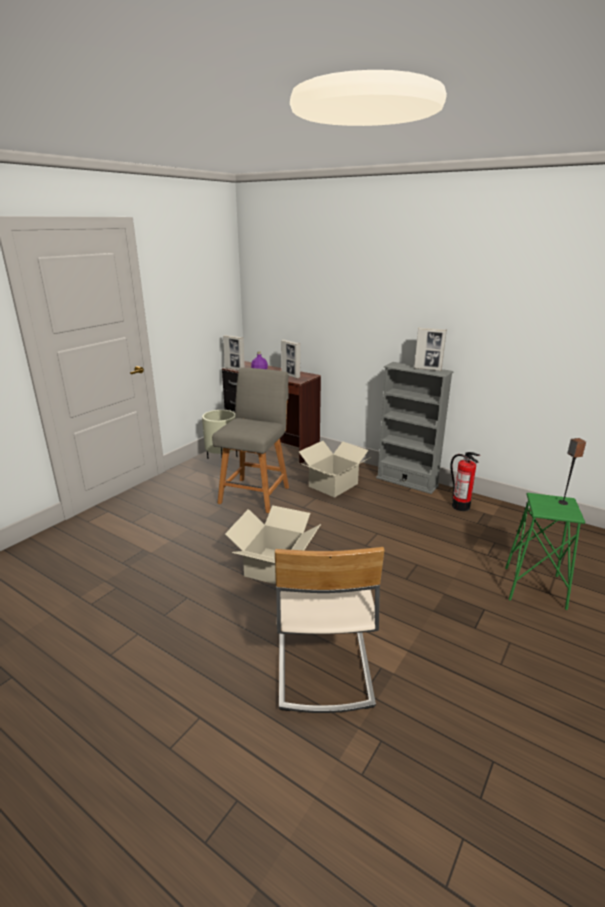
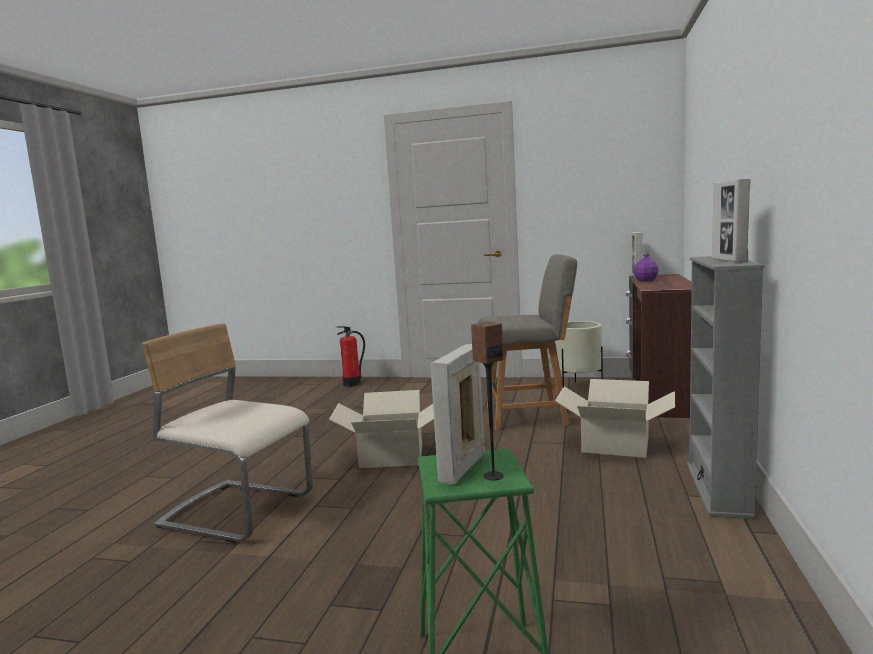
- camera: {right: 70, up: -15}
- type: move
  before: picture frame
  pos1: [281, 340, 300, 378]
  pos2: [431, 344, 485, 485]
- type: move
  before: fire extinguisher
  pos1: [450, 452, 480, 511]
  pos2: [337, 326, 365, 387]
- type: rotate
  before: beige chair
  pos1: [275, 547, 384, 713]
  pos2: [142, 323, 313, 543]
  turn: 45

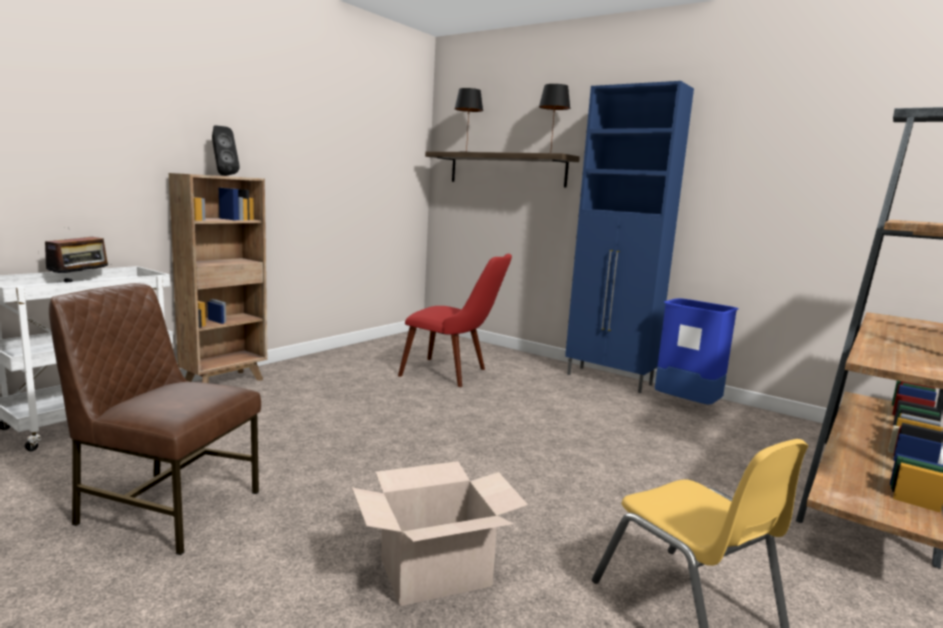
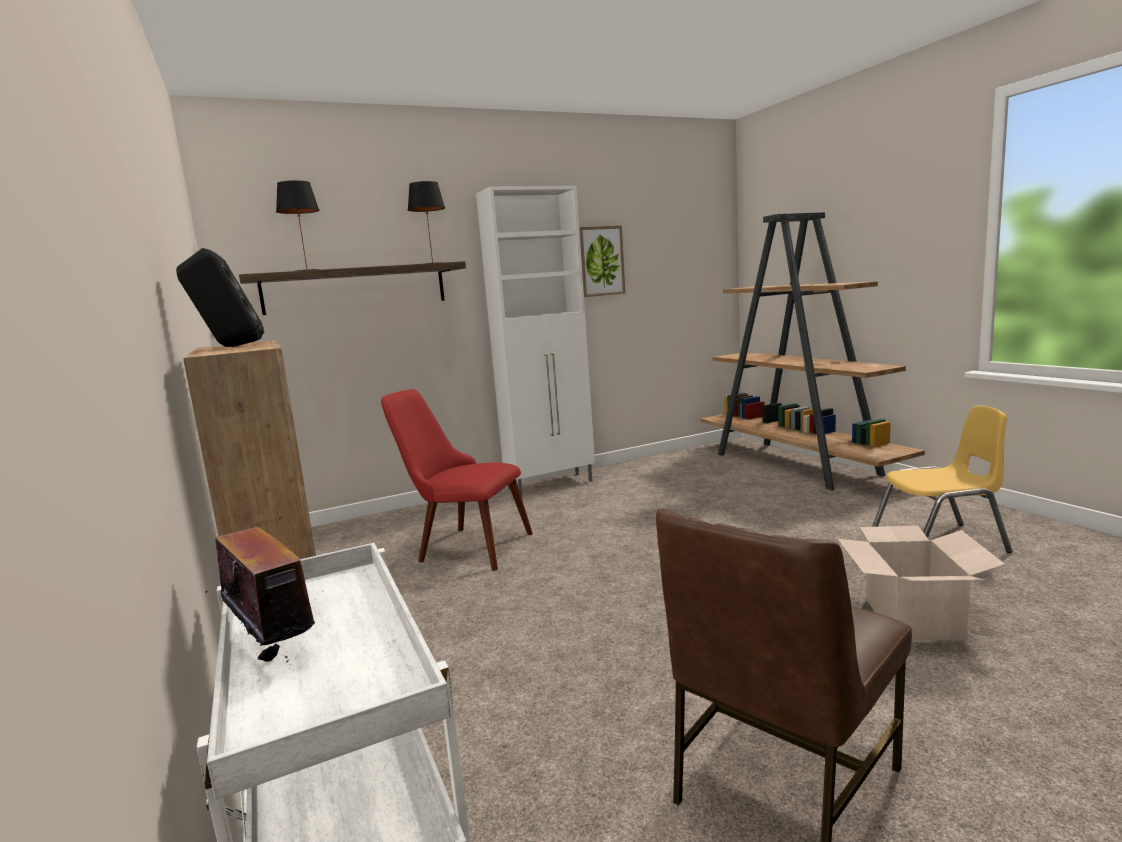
- camera: {right: -60, up: 0}
- type: recolor
  before: blue cabinet
  after: white cabinet
  pos1: [565, 81, 694, 393]
  pos2: [476, 186, 595, 497]
- type: rotate
  before: red chair
  pos1: [398, 254, 512, 387]
  pos2: [381, 389, 533, 571]
  turn: -120
- type: delete
  before: blue trash can
  pos1: [655, 298, 738, 404]
- type: insert
  after: picture
  pos2: [579, 226, 625, 297]

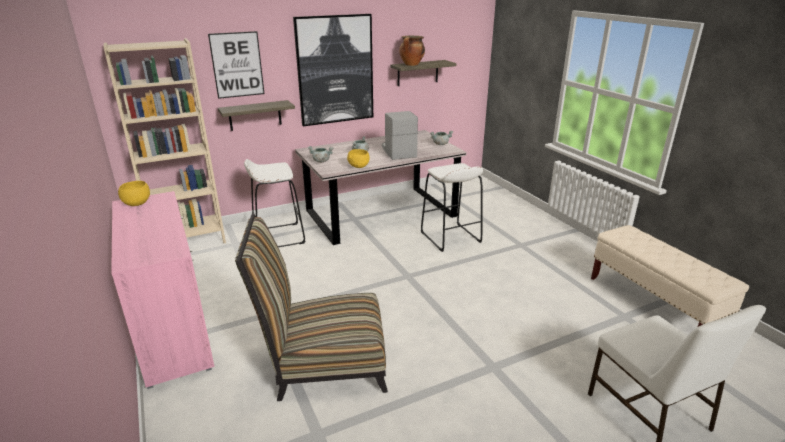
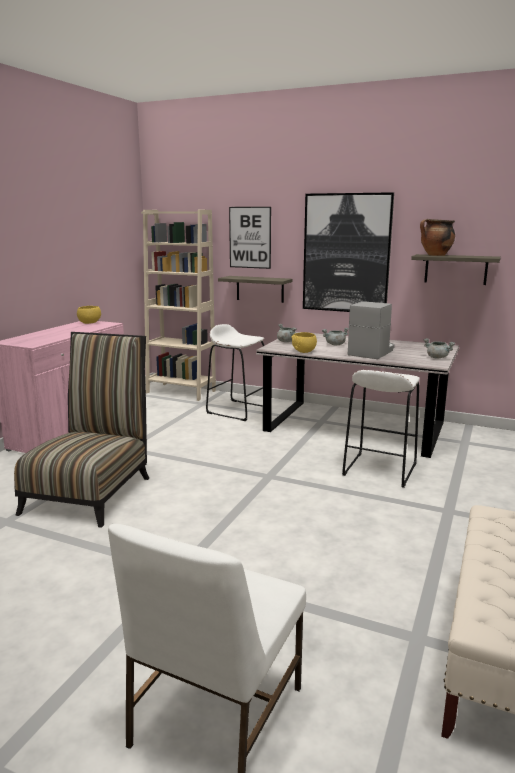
- camera: {right: 50, up: -10}
- type: rotate
  before: chair
  pos1: [235, 214, 388, 401]
  pos2: [14, 332, 149, 528]
  turn: 60

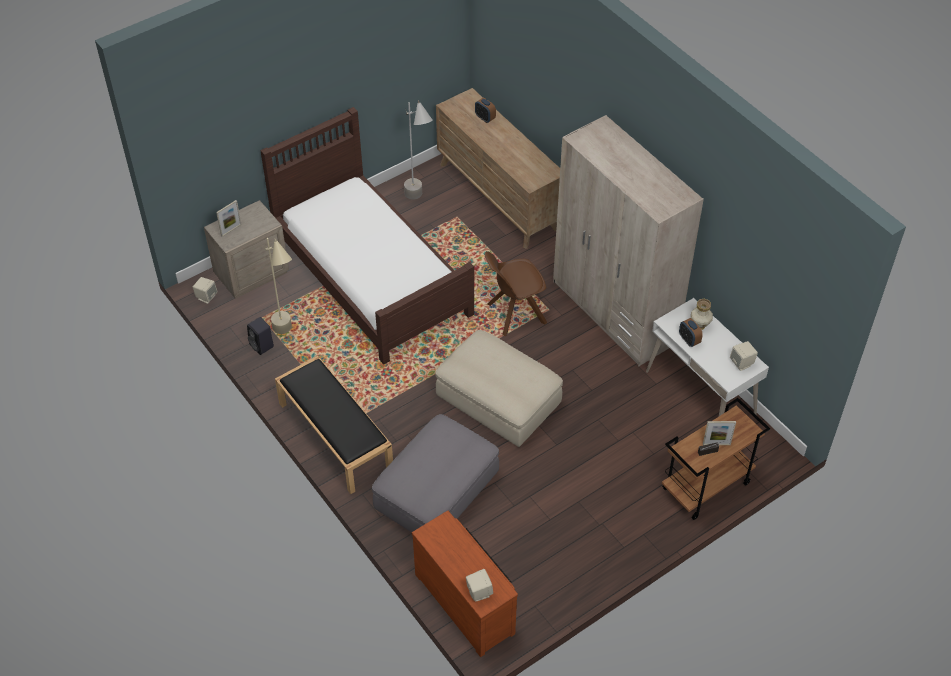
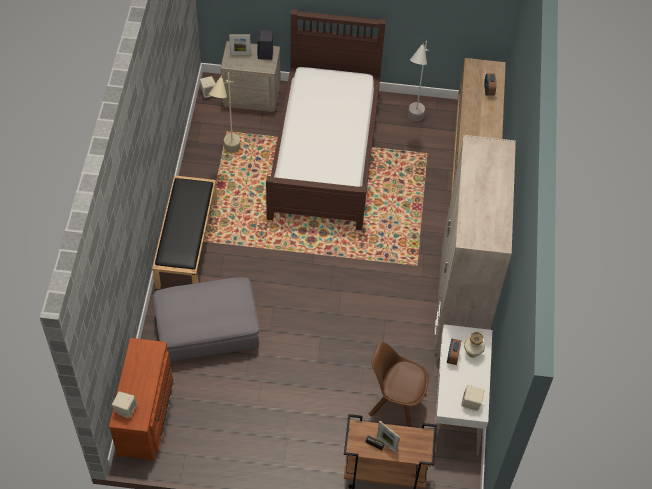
- camera: {right: 40, up: 5}
- type: move
  before: brown chair
  pos1: [485, 251, 547, 336]
  pos2: [369, 342, 428, 427]
- type: move
  before: black speaker
  pos1: [247, 317, 274, 355]
  pos2: [257, 30, 273, 60]
- type: delete
  before: beige ottoman
  pos1: [436, 330, 563, 447]

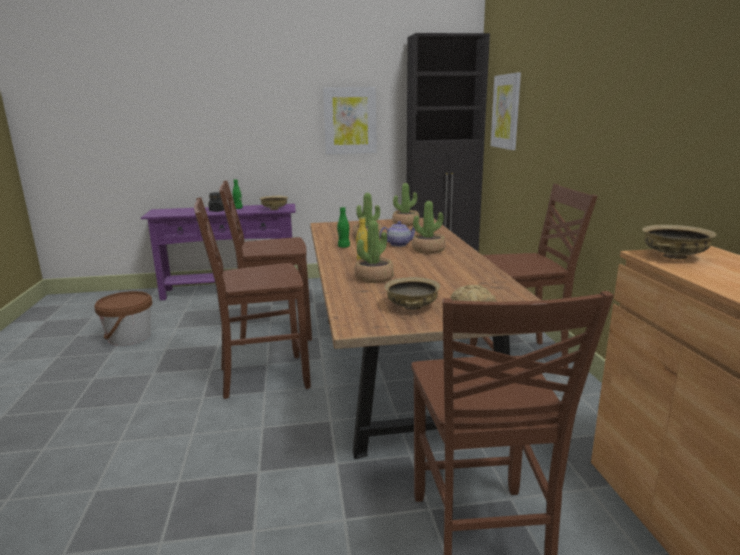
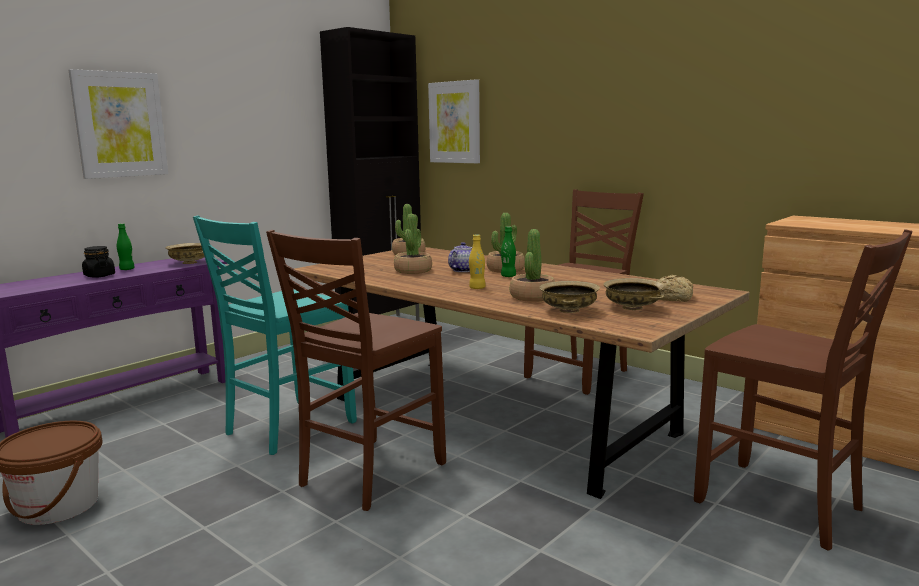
- camera: {right: -40, up: -5}
- type: move
  before: picture
  pos1: [323, 87, 377, 155]
  pos2: [69, 69, 168, 179]
- type: recolor
  before: brown chair
  after: turquoise chair
  pos1: [219, 180, 312, 345]
  pos2: [193, 215, 357, 455]
- type: move
  before: green bottle
  pos1: [337, 207, 350, 248]
  pos2: [501, 226, 516, 277]
- type: move
  before: beige bowl
  pos1: [642, 225, 717, 259]
  pos2: [539, 281, 600, 313]

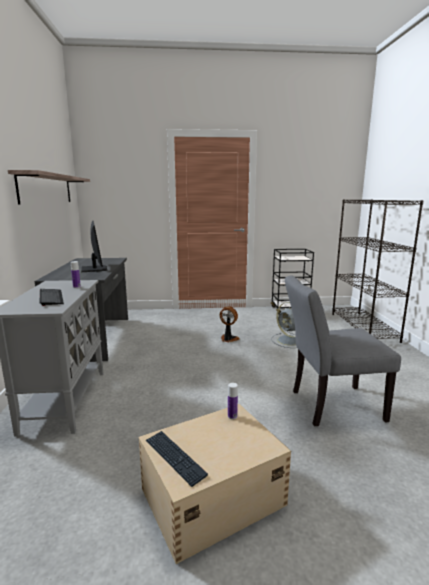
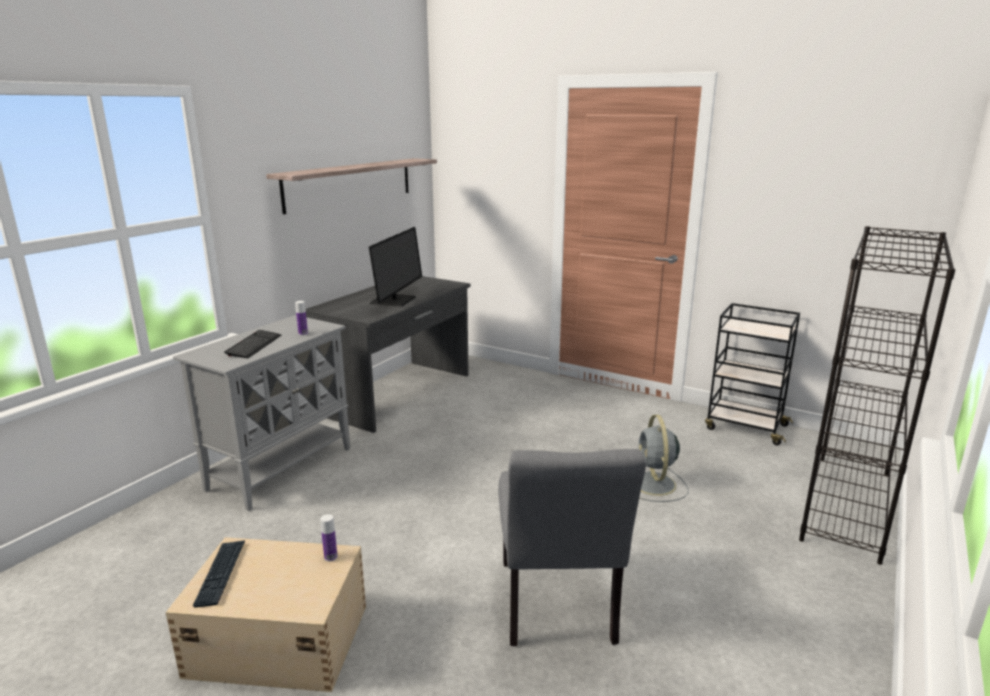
- camera: {right: 35, up: 5}
- type: rotate
  before: grey chair
  pos1: [285, 276, 401, 426]
  pos2: [498, 449, 646, 646]
  turn: -120
- type: delete
  before: fan
  pos1: [220, 306, 240, 342]

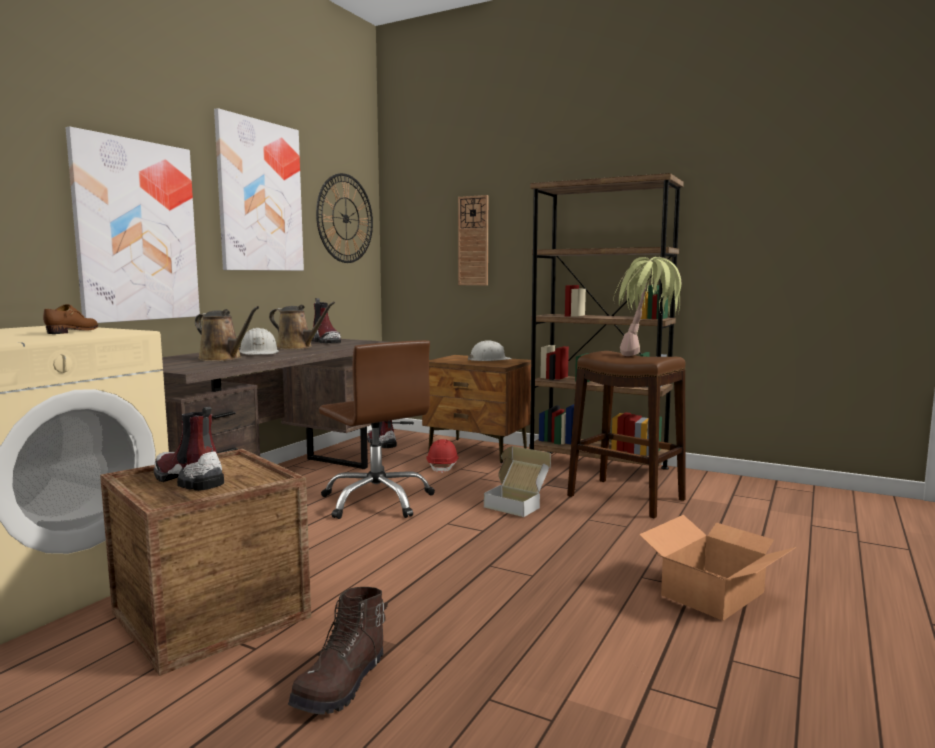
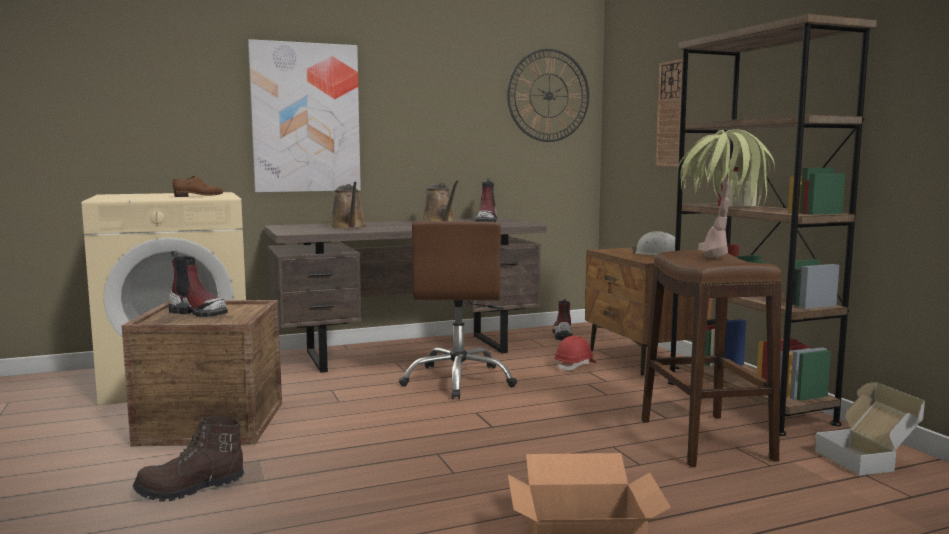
- camera: {right: 40, up: 0}
- type: delete
  before: picture
  pos1: [214, 108, 304, 271]
- type: delete
  before: white hard hat
  pos1: [239, 328, 279, 355]
- type: rotate
  before: boot
  pos1: [154, 407, 224, 491]
  pos2: [168, 250, 228, 317]
  turn: 135
- type: move
  before: cardboard box
  pos1: [484, 446, 551, 517]
  pos2: [815, 382, 925, 476]

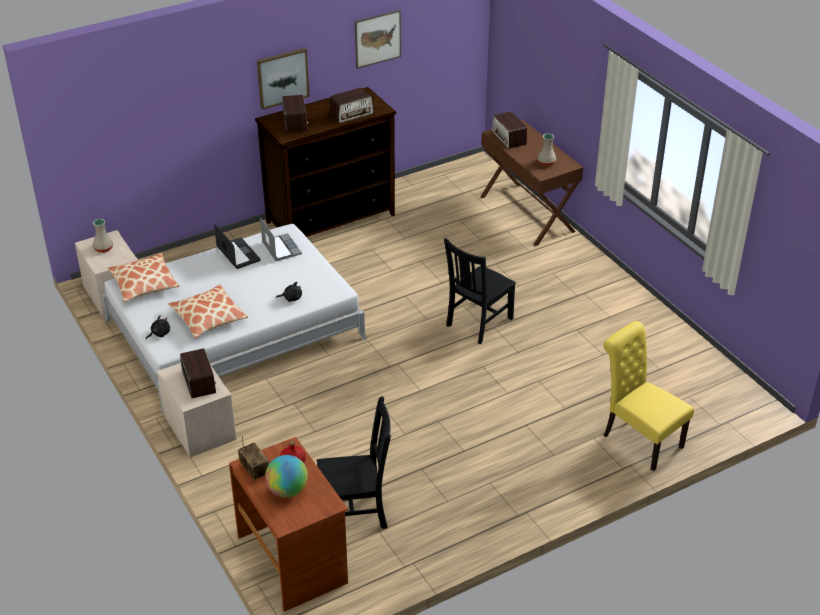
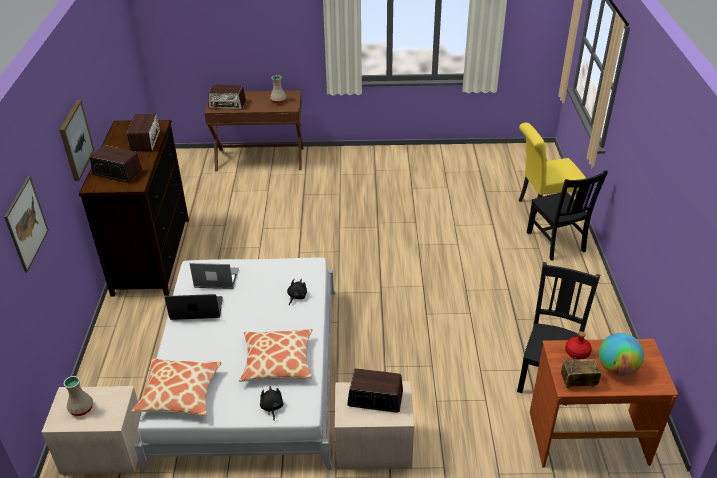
- camera: {right: -60, up: 0}
- type: move
  before: picture
  pos1: [355, 10, 401, 69]
  pos2: [4, 176, 49, 273]
- type: move
  before: black chair
  pos1: [444, 238, 516, 344]
  pos2: [527, 170, 608, 261]

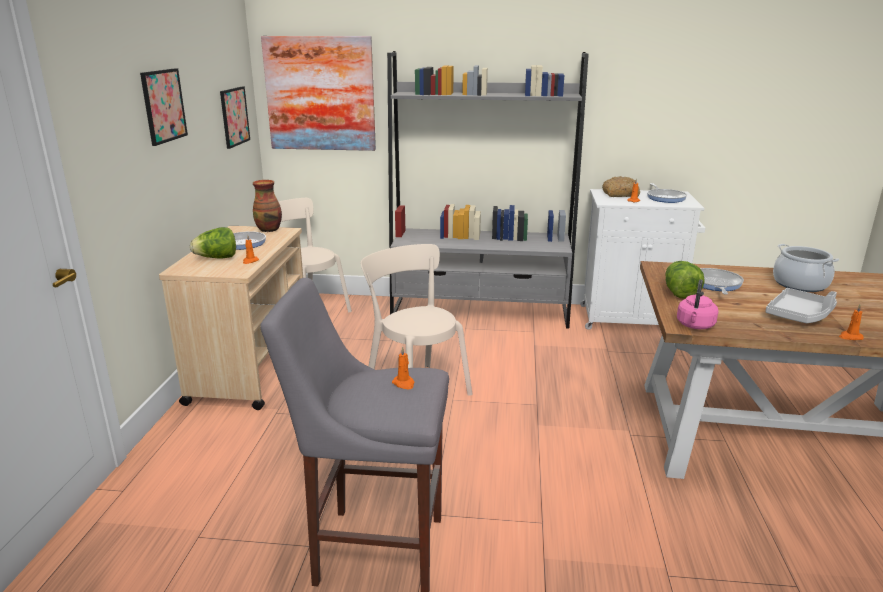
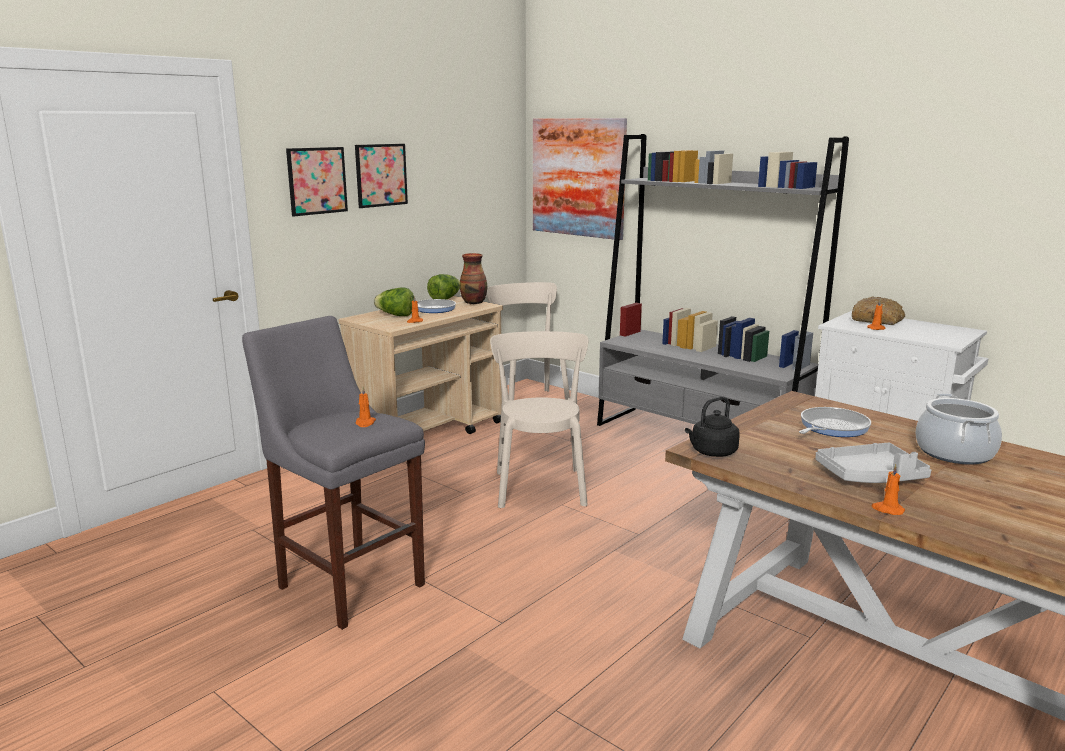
- camera: {right: 35, up: -5}
- type: move
  before: picture
  pos1: [220, 86, 250, 149]
  pos2: [286, 147, 348, 216]
- type: delete
  before: frying pan
  pos1: [647, 183, 687, 203]
- type: move
  before: lettuce
  pos1: [665, 261, 705, 299]
  pos2: [427, 274, 460, 300]
- type: recolor
  before: pink kettle
  after: black kettle
  pos1: [677, 279, 718, 329]
  pos2: [685, 396, 740, 457]

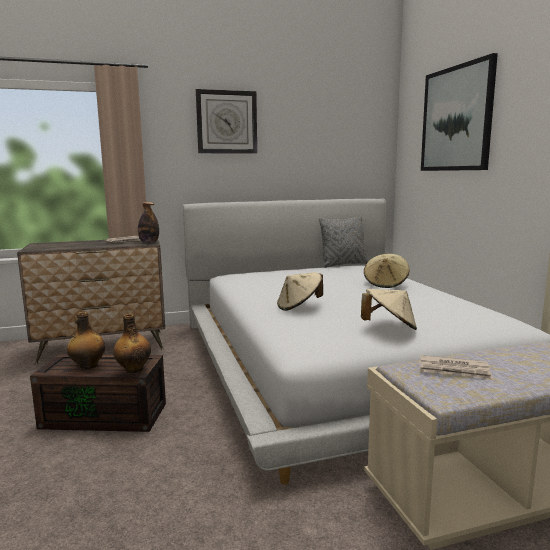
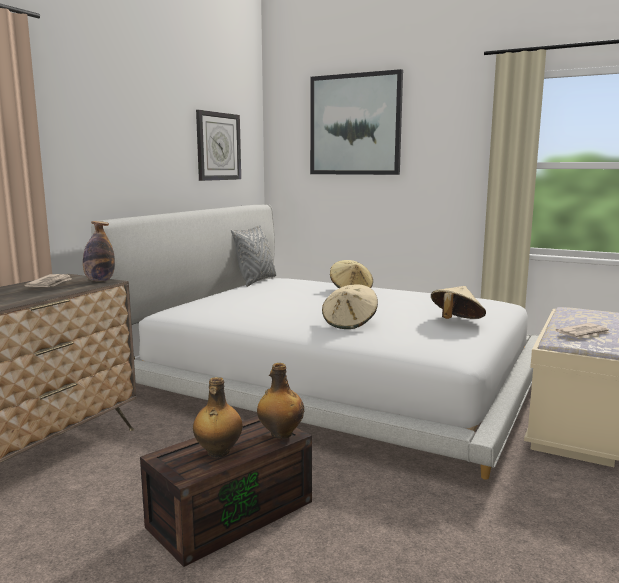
- camera: {right: -45, up: 0}
- type: move
  before: wall clock
  pos1: [196, 89, 257, 153]
  pos2: [196, 110, 241, 181]

